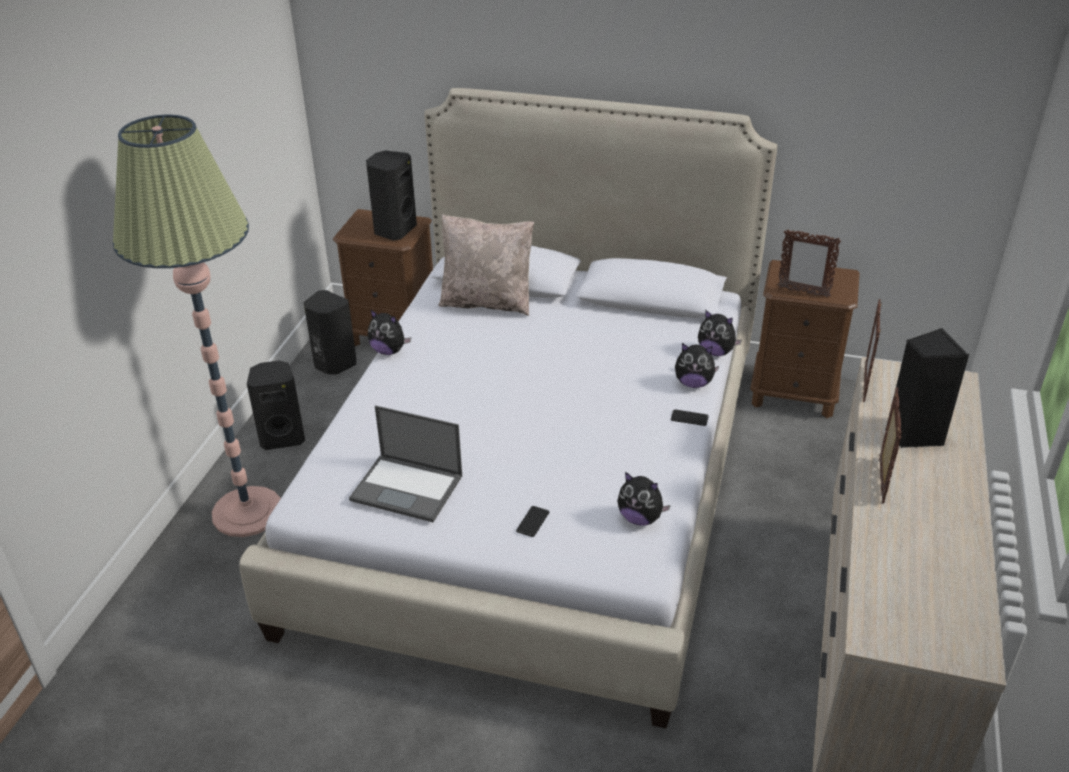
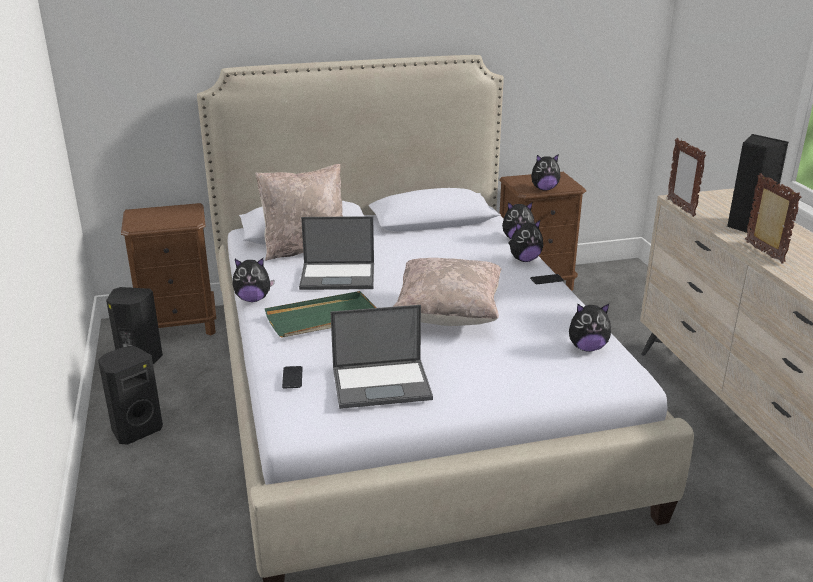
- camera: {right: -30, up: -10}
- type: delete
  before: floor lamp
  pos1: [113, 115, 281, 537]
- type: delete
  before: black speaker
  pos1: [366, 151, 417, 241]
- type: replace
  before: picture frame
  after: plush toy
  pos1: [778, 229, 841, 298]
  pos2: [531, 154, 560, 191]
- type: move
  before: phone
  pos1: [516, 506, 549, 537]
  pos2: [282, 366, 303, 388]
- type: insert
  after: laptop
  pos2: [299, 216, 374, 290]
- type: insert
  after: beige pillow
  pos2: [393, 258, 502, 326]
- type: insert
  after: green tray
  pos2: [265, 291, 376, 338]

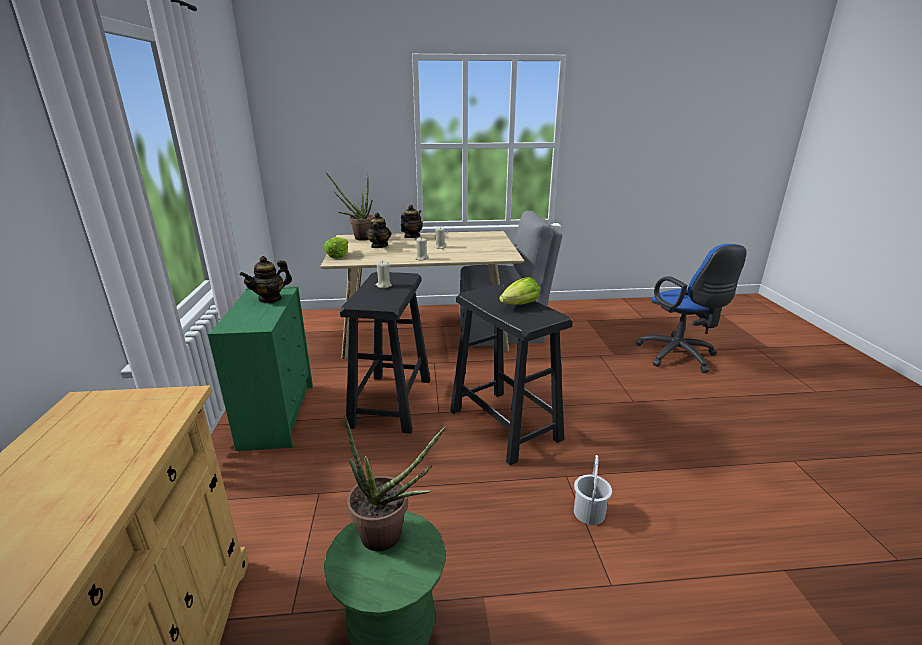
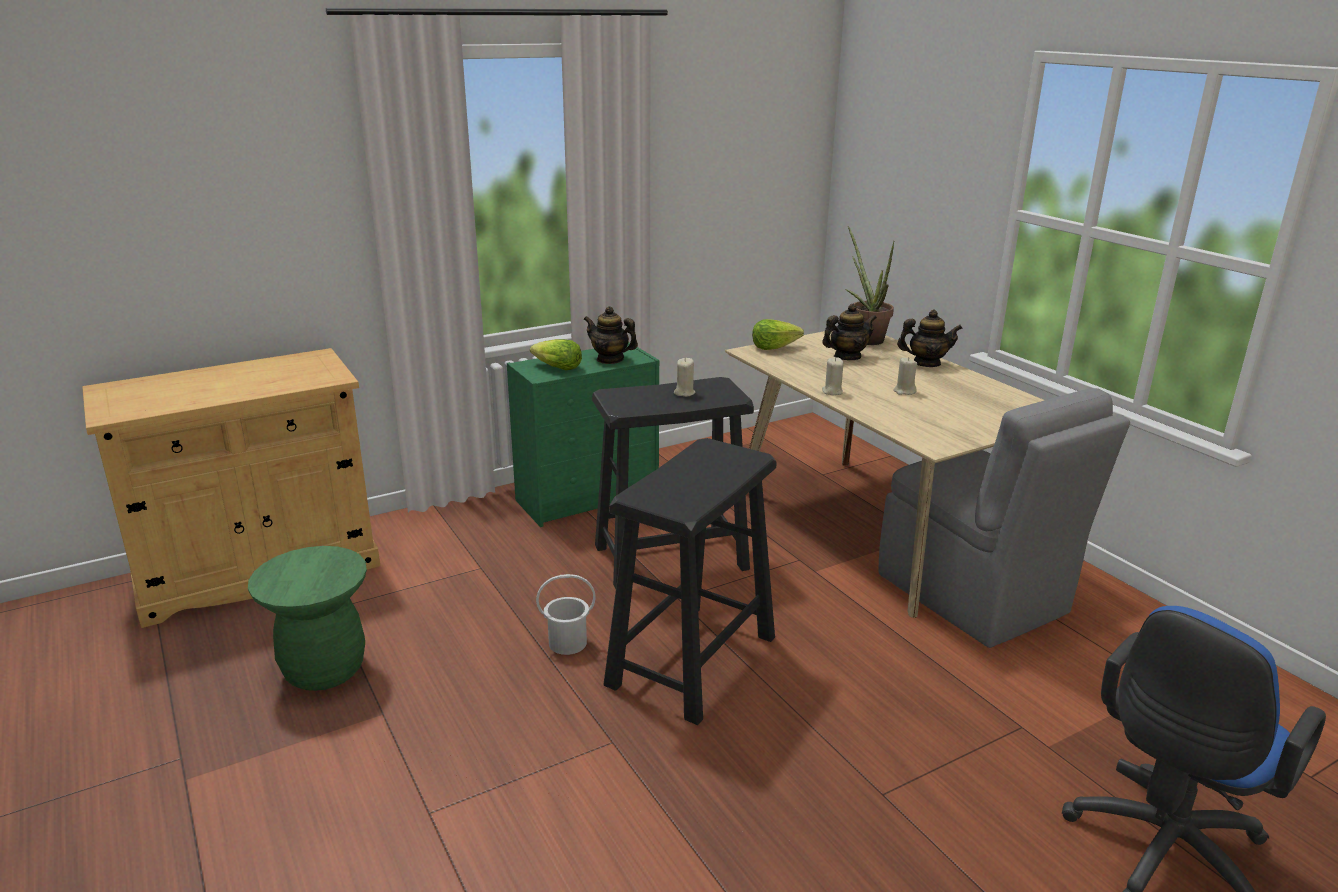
- camera: {right: 65, up: 0}
- type: move
  before: lettuce
  pos1: [499, 277, 540, 305]
  pos2: [530, 339, 582, 370]
- type: delete
  before: potted plant
  pos1: [345, 414, 446, 552]
- type: move
  before: white bucket
  pos1: [574, 455, 612, 525]
  pos2: [536, 574, 596, 655]

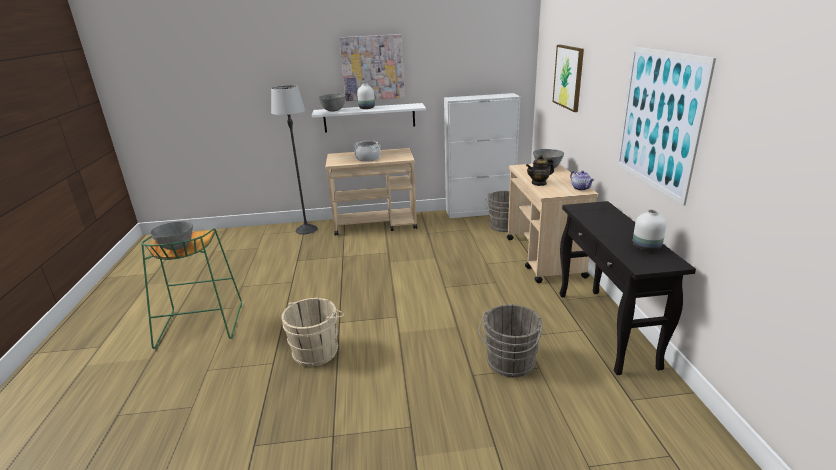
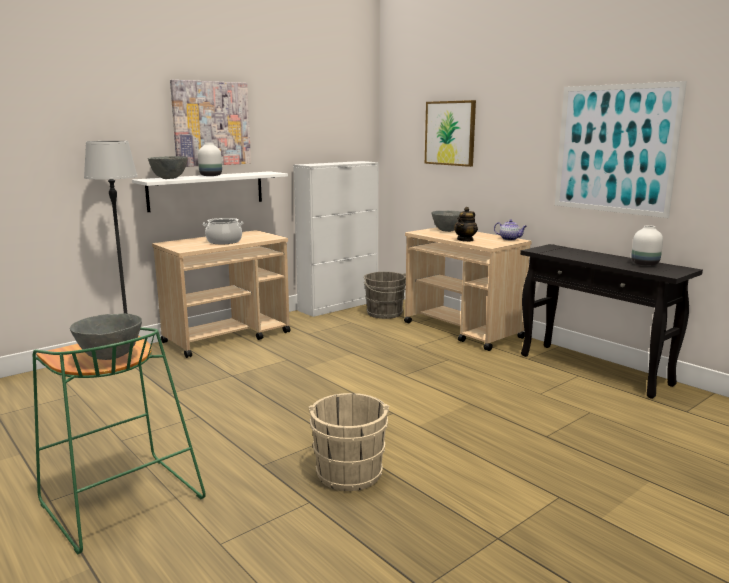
- camera: {right: -35, up: -10}
- type: delete
  before: grey bucket
  pos1: [478, 304, 543, 377]

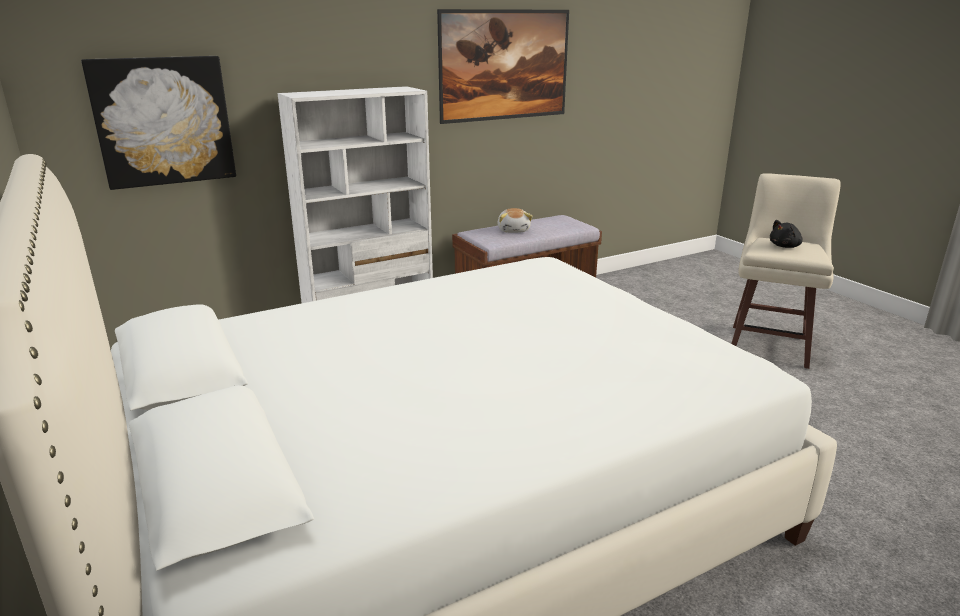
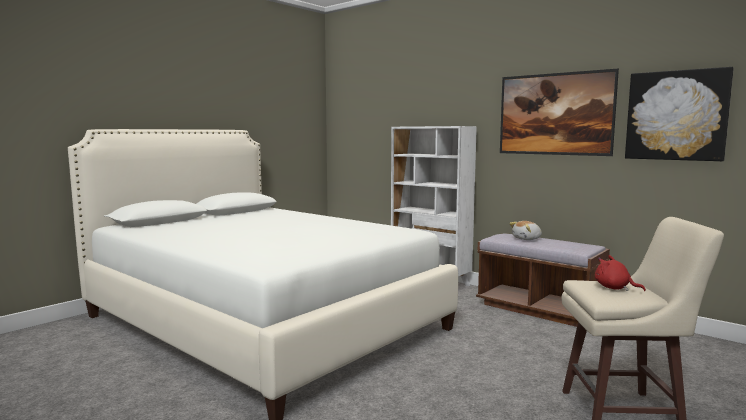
- camera: {right: 70, up: -15}
- type: move
  before: picture
  pos1: [81, 56, 236, 190]
  pos2: [625, 67, 734, 161]
- type: recolor
  before: black plush toy
  after: red plush toy
  pos1: [770, 220, 803, 248]
  pos2: [595, 255, 646, 291]

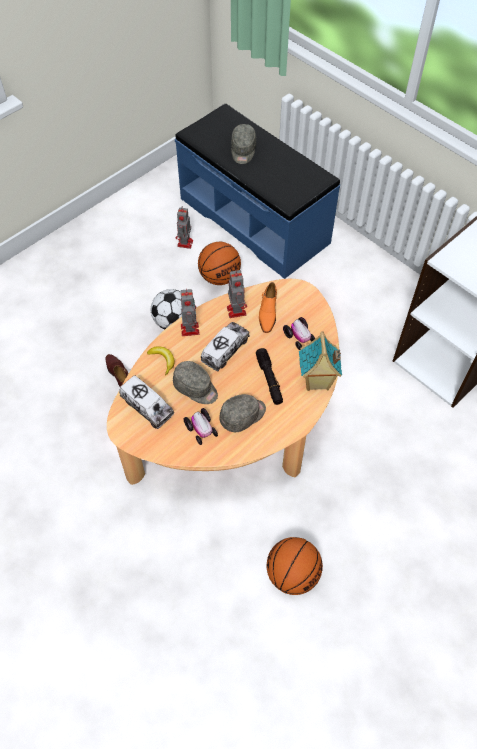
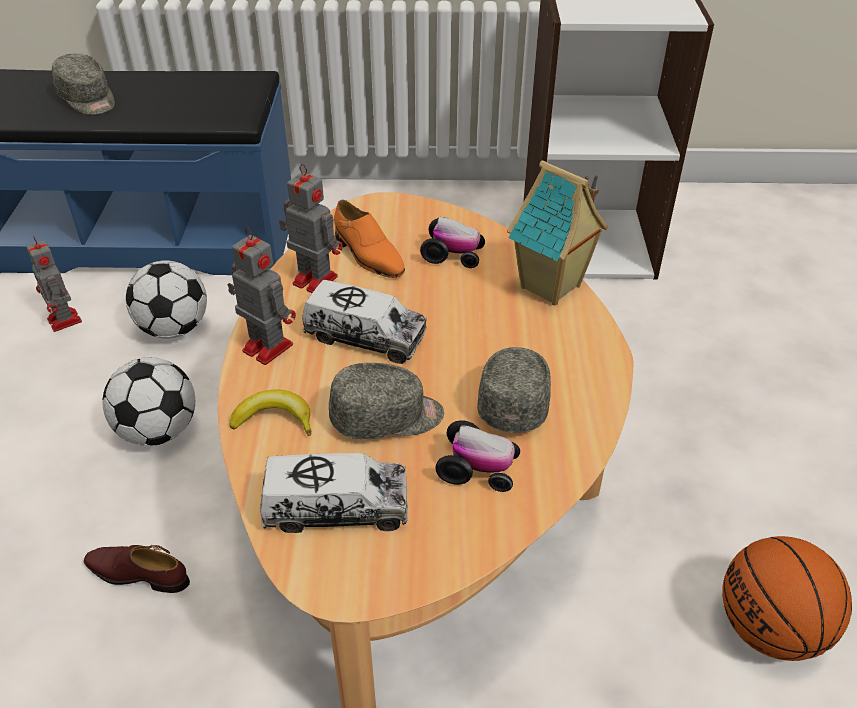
- camera: {right: -45, up: -15}
- type: replace
  before: basketball
  after: football
  pos1: [198, 242, 241, 285]
  pos2: [126, 261, 207, 338]
- type: rotate
  before: toy truck
  pos1: [201, 322, 250, 372]
  pos2: [302, 280, 427, 364]
  turn: 120
- type: delete
  before: black flashlight
  pos1: [256, 348, 283, 405]

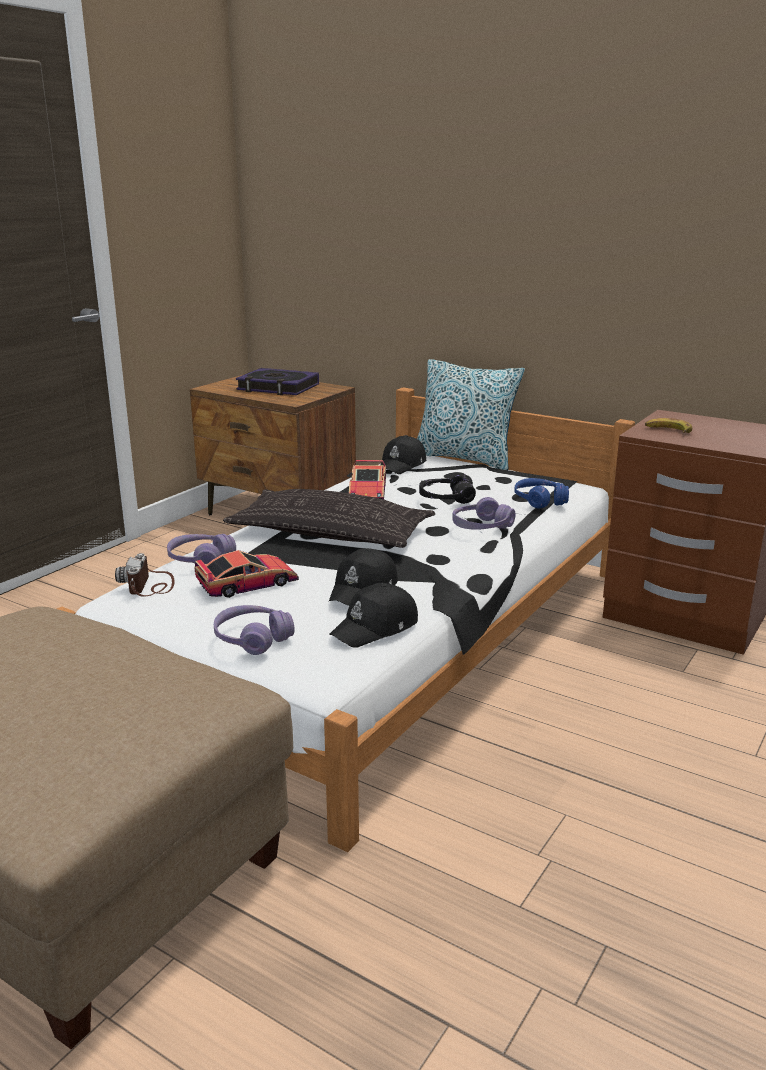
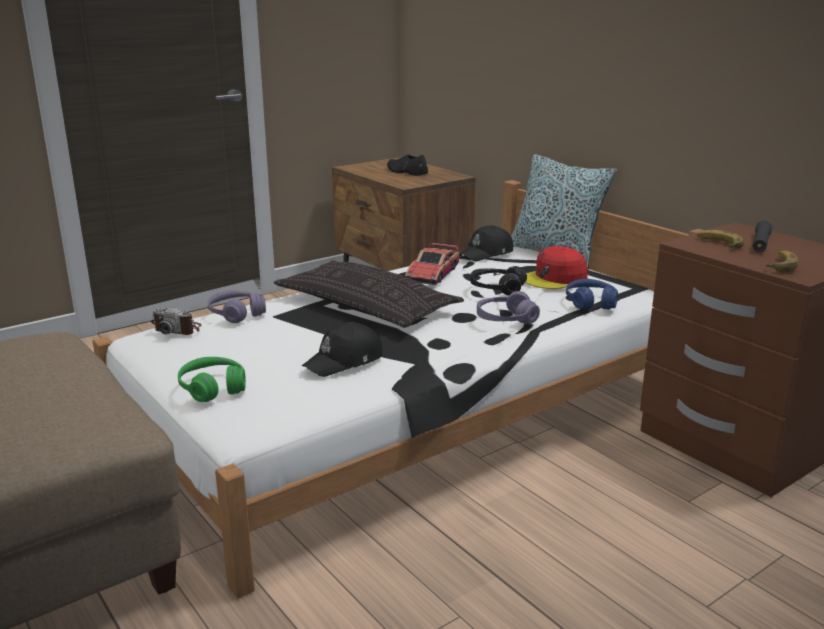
- camera: {right: 20, up: 0}
- type: replace
  before: book
  after: black shoe
  pos1: [236, 368, 319, 395]
  pos2: [387, 154, 428, 176]
- type: delete
  before: toy car
  pos1: [194, 550, 299, 598]
- type: rotate
  before: photo camera
  pos1: [115, 553, 175, 597]
  pos2: [151, 307, 201, 335]
  turn: -90
- type: delete
  before: black cap
  pos1: [329, 583, 418, 647]
- type: recolor
  before: purple headphones
  after: green headphones
  pos1: [214, 605, 295, 655]
  pos2: [178, 357, 246, 402]
- type: insert
  after: black flashlight
  pos2: [753, 220, 772, 252]
- type: insert
  after: red cap
  pos2: [525, 246, 588, 289]
- type: insert
  after: banana
  pos2: [766, 251, 799, 272]

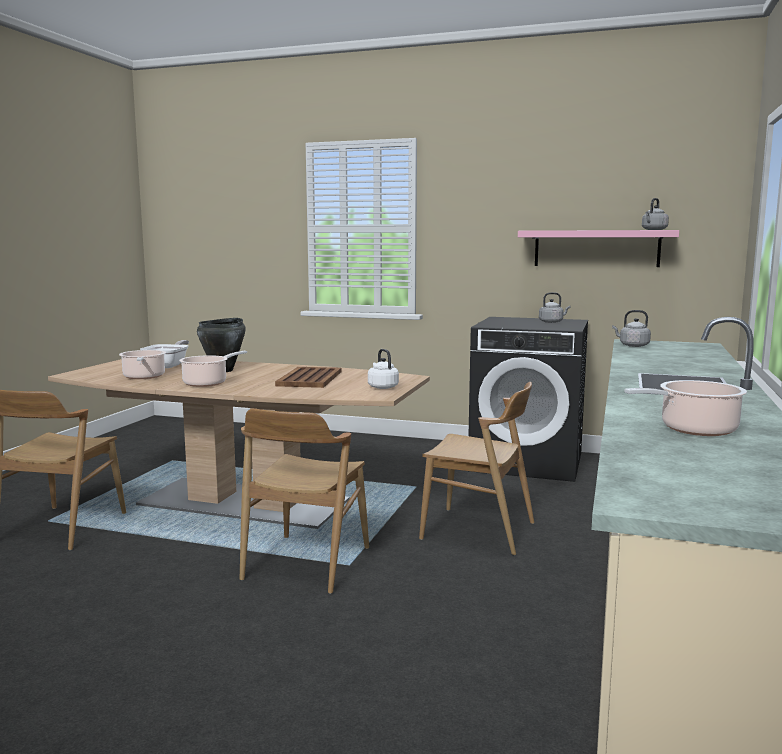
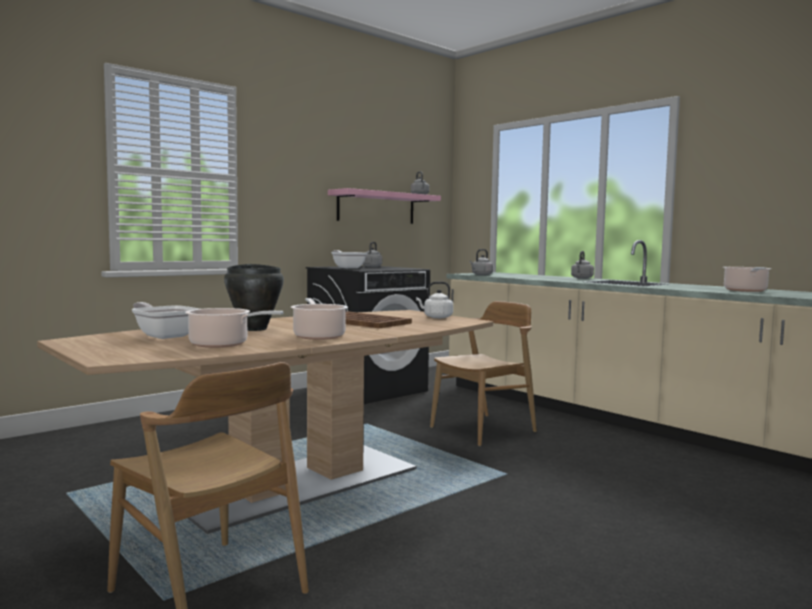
- camera: {right: -60, up: -5}
- type: delete
  before: brown chair
  pos1: [240, 408, 369, 594]
- type: insert
  after: frying pan
  pos2: [331, 250, 367, 268]
- type: insert
  after: grey kettle
  pos2: [571, 251, 594, 279]

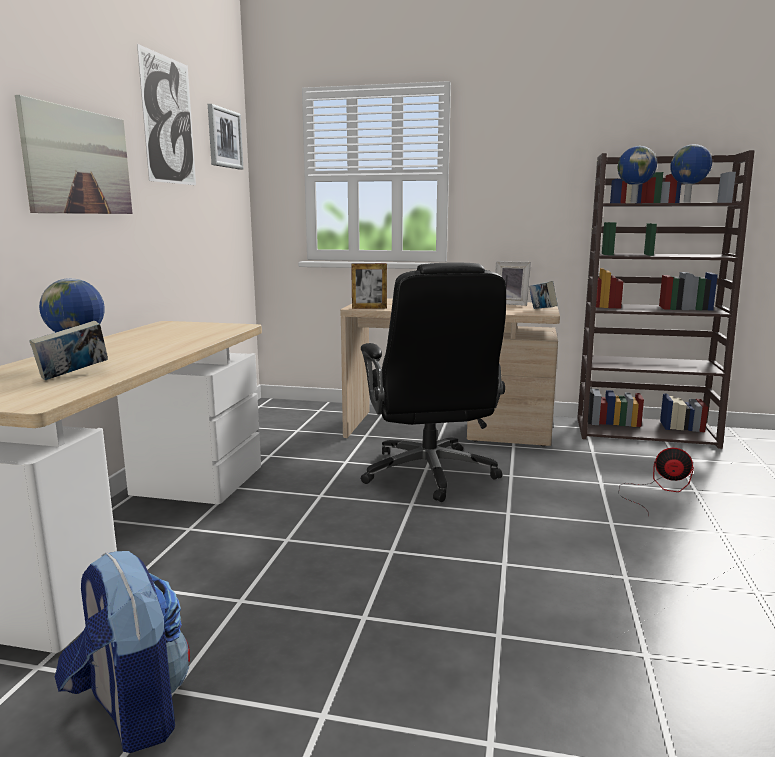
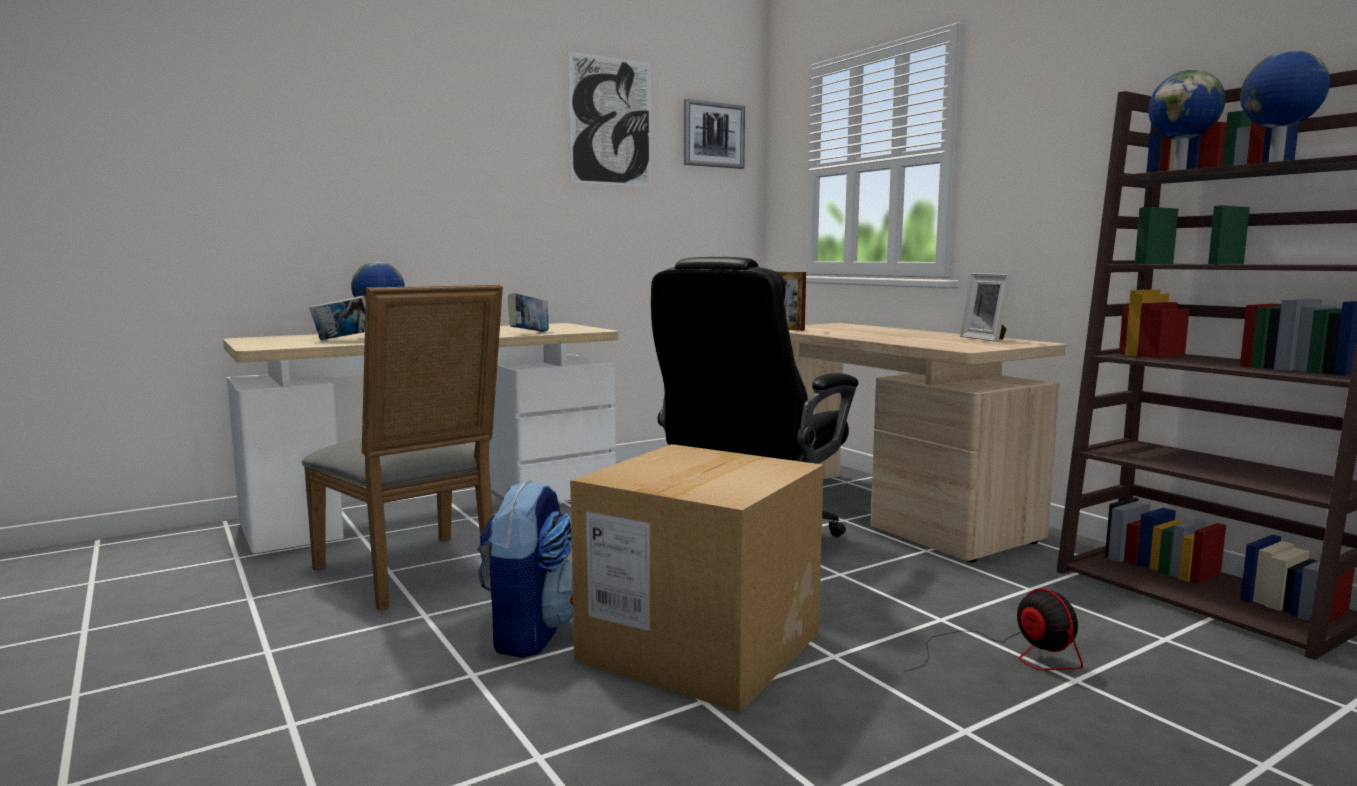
- camera: {right: 45, up: -5}
- type: delete
  before: picture
  pos1: [15, 95, 133, 214]
- type: move
  before: book
  pos1: [529, 281, 557, 309]
  pos2: [508, 293, 549, 332]
- type: move
  before: backpack
  pos1: [55, 551, 190, 753]
  pos2: [477, 479, 573, 658]
- type: insert
  after: grey chair
  pos2: [302, 285, 503, 611]
- type: insert
  after: cardboard box
  pos2: [570, 444, 824, 712]

